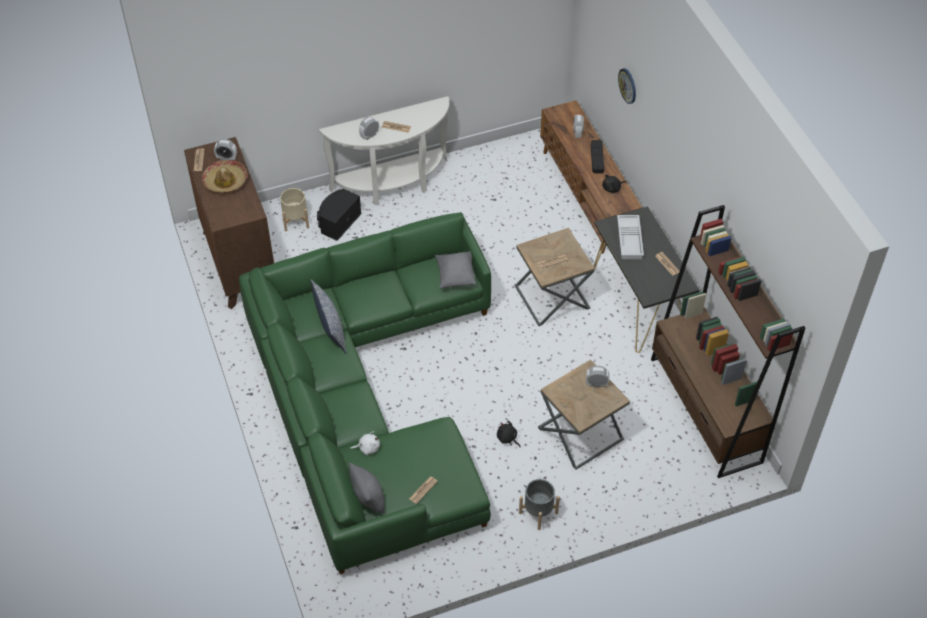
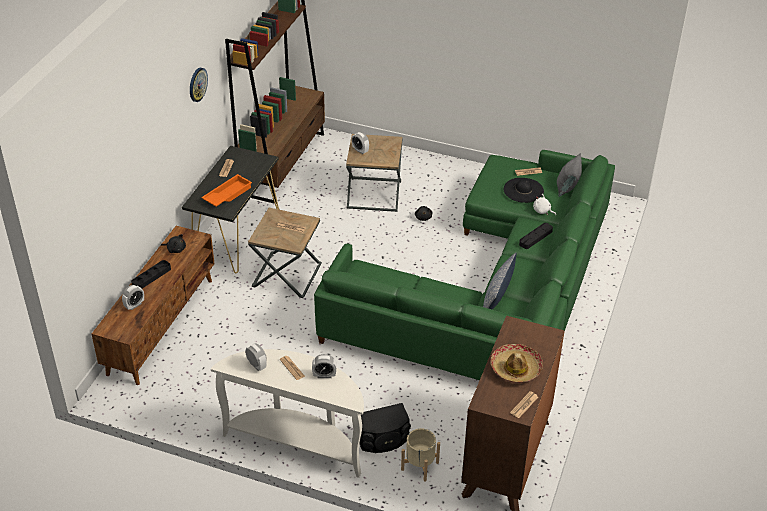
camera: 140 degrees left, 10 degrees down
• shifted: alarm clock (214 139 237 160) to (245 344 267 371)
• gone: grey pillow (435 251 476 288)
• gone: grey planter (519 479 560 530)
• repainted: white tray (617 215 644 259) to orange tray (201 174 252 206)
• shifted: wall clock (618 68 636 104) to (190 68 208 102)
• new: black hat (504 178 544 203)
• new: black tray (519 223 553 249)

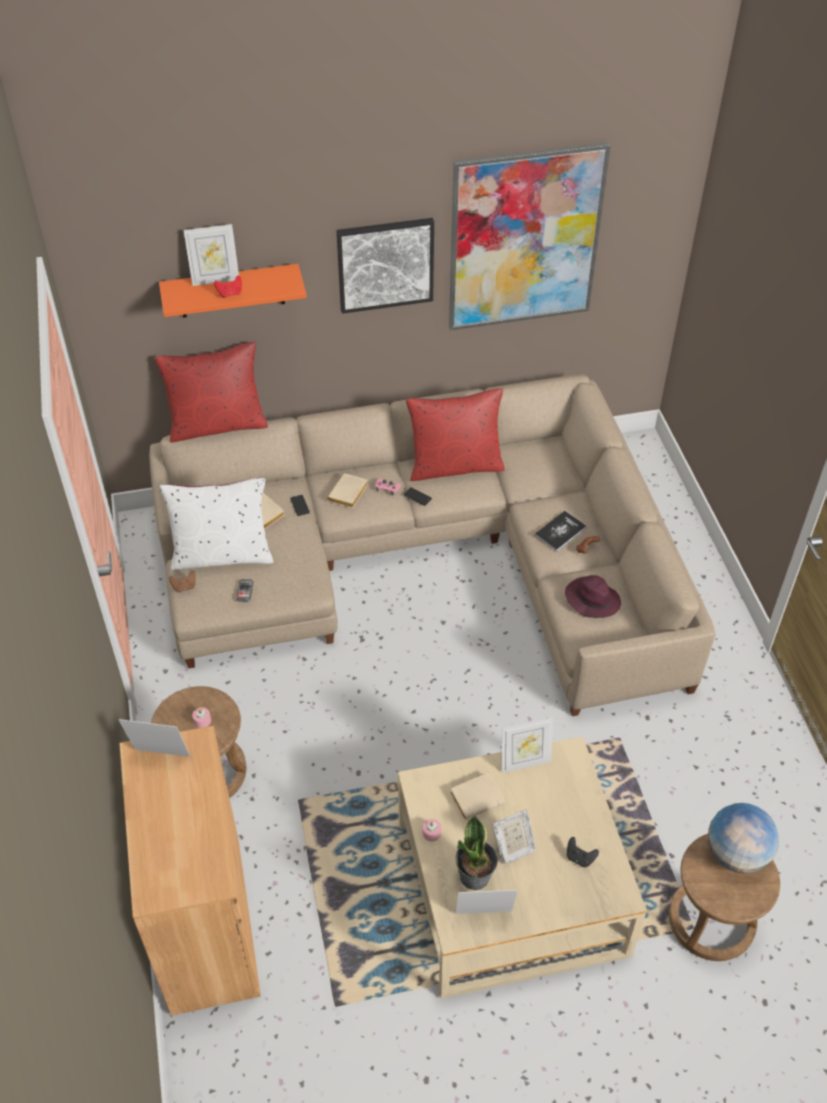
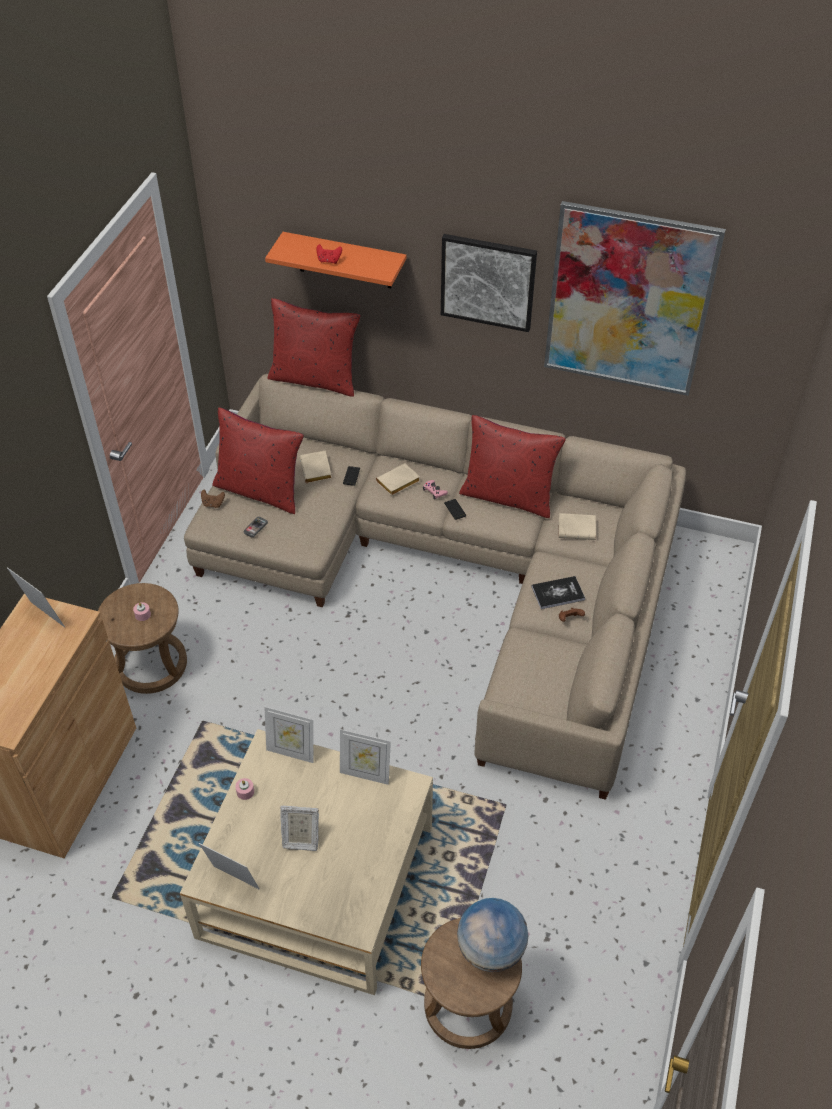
camera: 30 degrees right, 0 degrees up
• repainted: white pillow (159 478 273 570) to red pillow (212 407 304 514)
• shifted: picture frame (183 224 239 286) to (264 707 313 763)
• shifted: beige book (450 772 506 820) to (558 513 596 540)
• gone: potted plant (456 815 498 890)
• gone: purple hat (565 575 621 618)
• gone: black game controller (567 837 599 867)

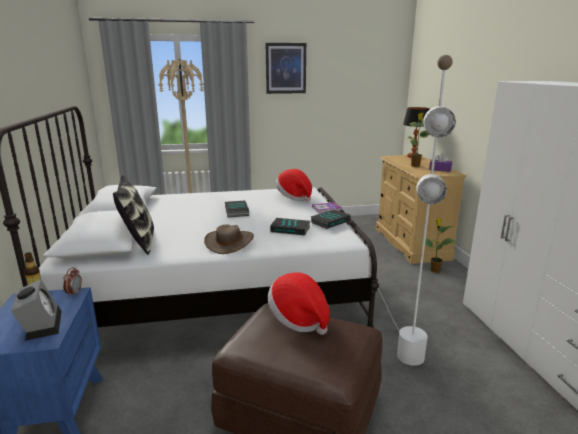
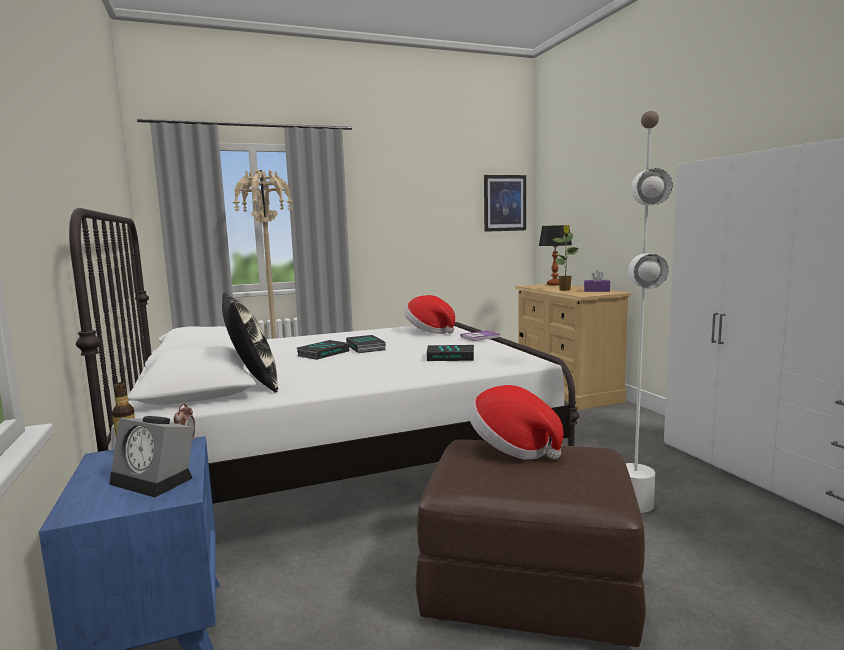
camera: 10 degrees left, 10 degrees down
• rotated: alarm clock (11 279 62 341) = (109 416 194 497) 150 degrees clockwise
• gone: brown hat (204 225 254 254)
• shifted: picture (266 43 306 94) to (484 175 526 232)
• shifted: book (311 209 351 229) to (297 340 349 360)
• gone: potted plant (420 218 457 273)

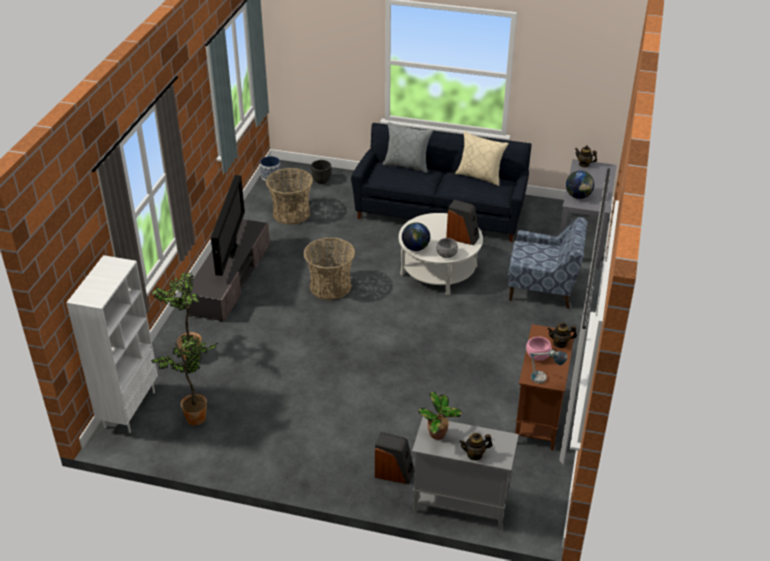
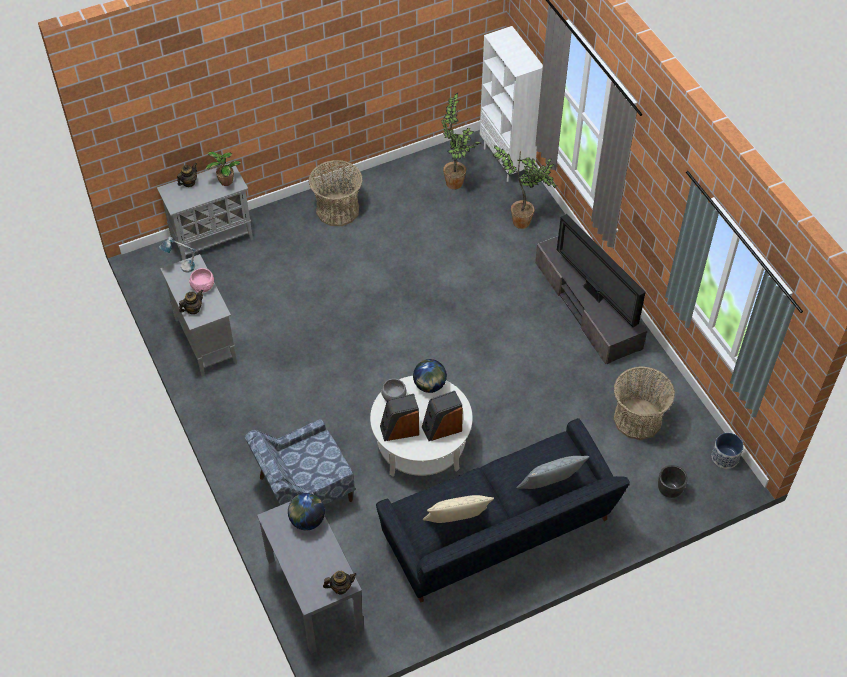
camera: 140 degrees right, 15 degrees up
• shifted: basket (303 238 355 300) to (309 160 363 226)
• shifted: speaker (375 432 415 484) to (422 391 463 441)
• repainted: brown cabinet (515 324 574 451) to grey cabinet (160 254 237 377)

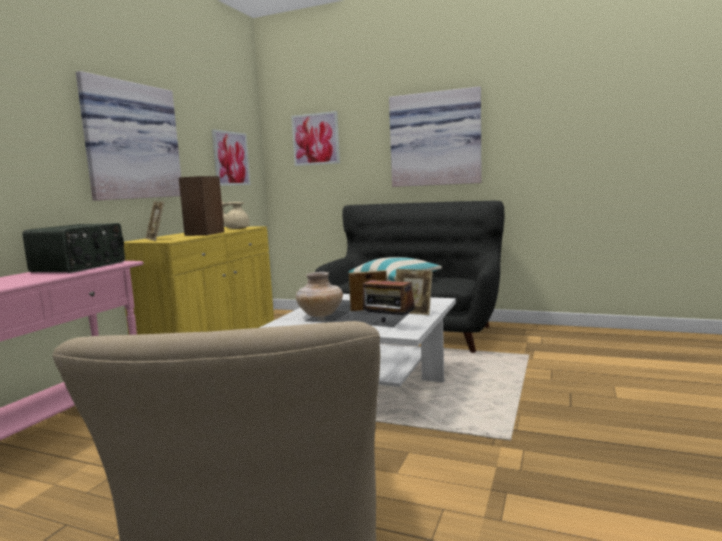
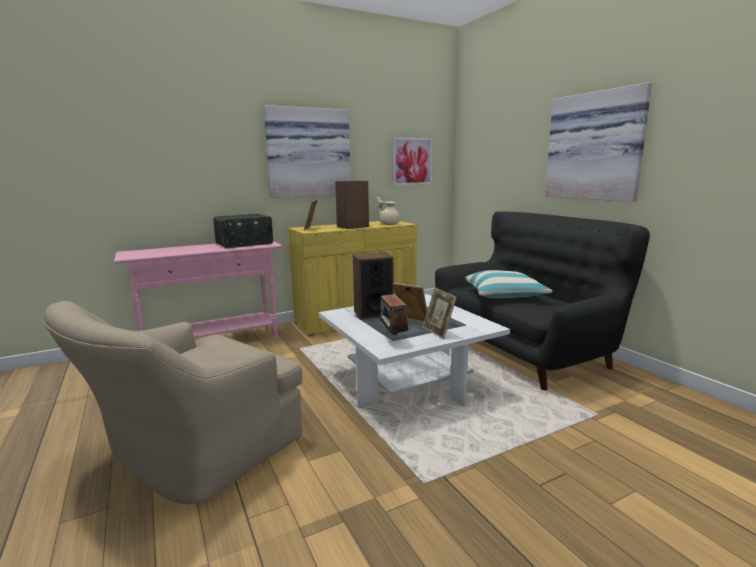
camera: 40 degrees right, 5 degrees up
• gone: picture (291 111 340 166)
• swapped: beige vase (296 272 343 317) to speaker (353 253 394 320)

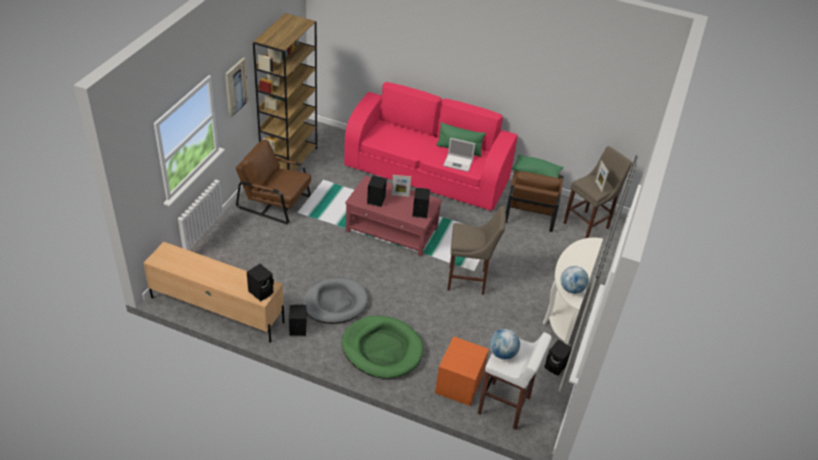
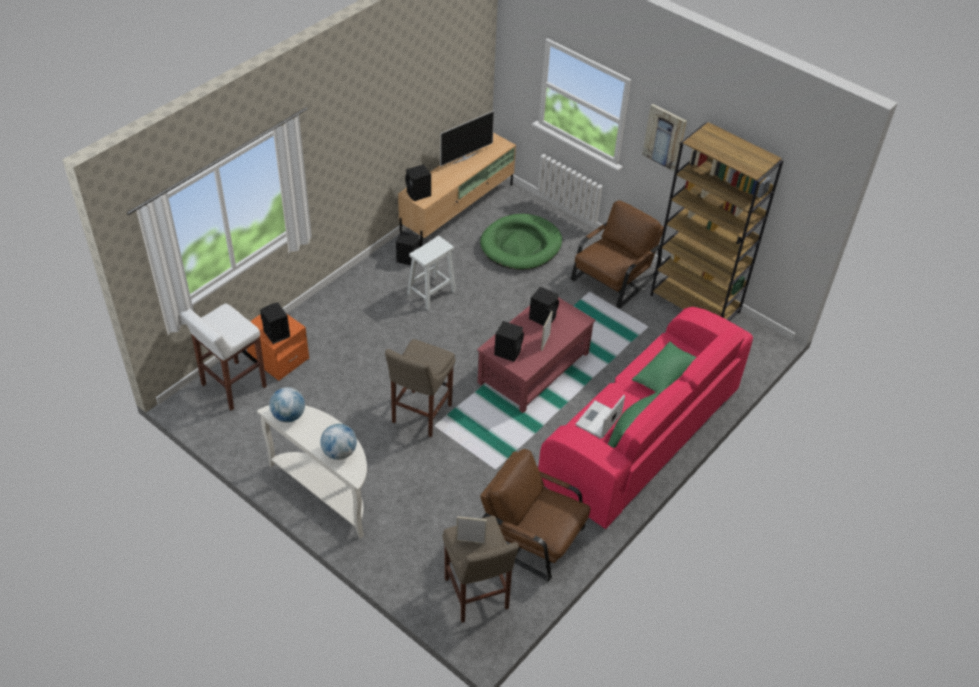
camera: 110 degrees right, 5 degrees up
• swapped: grey dog bed (302 278 368 324) to white stool (407 236 456 310)
• shifted: green dog bed (342 316 424 379) to (480 214 562 270)
• shifted: globe (490 329 520 360) to (320 424 357 460)
• shifted: green pillow (511 154 563 178) to (632 342 696 393)
• shifted: black speaker (544 339 572 376) to (260 302 290 344)
• new: television (440 111 494 167)

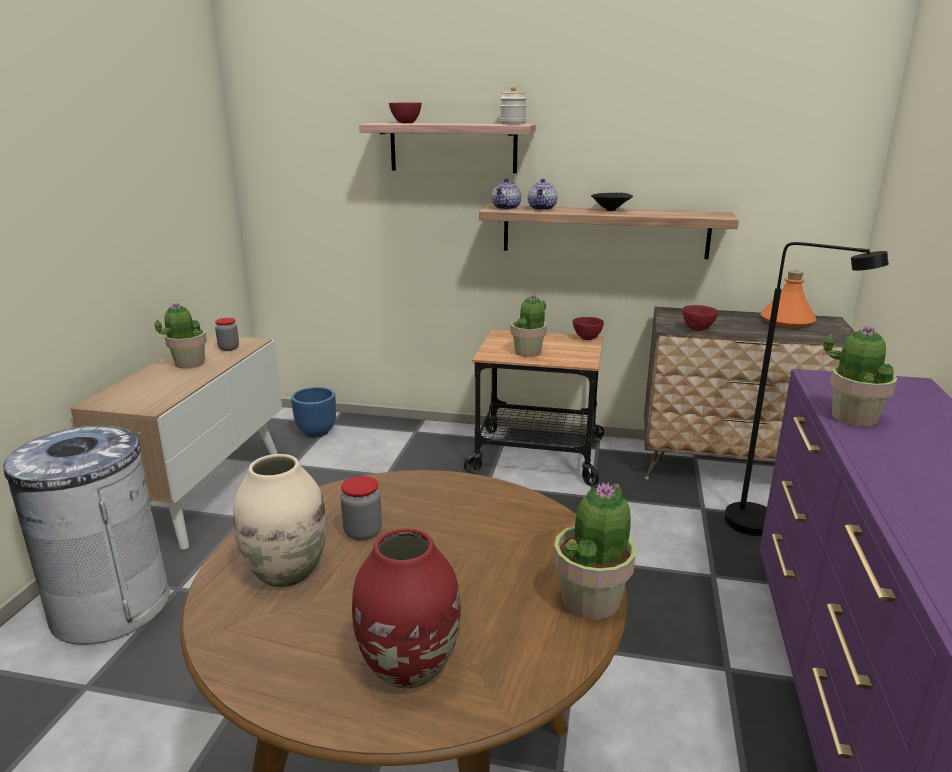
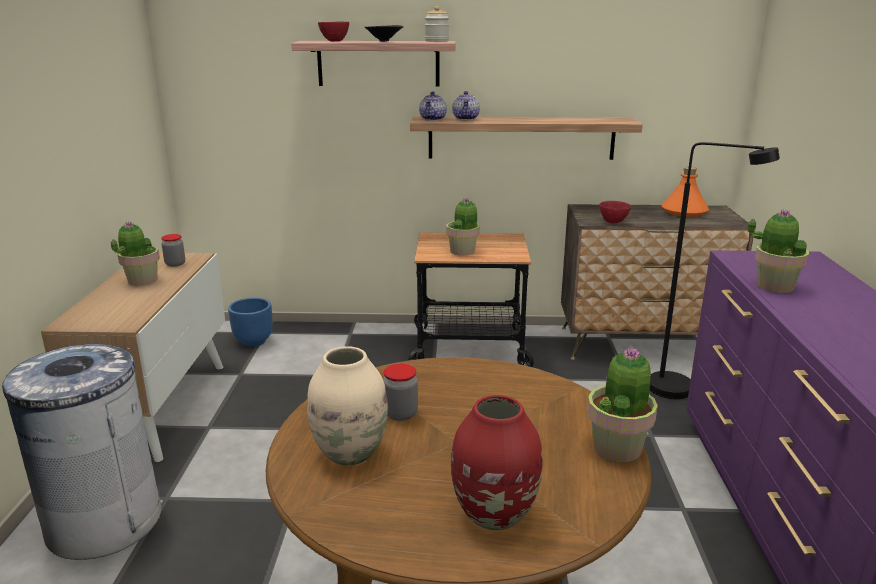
camera: 10 degrees left, 0 degrees up
• gone: red bowl (573 317 604 340)
• shifted: black bowl (591 193 633 211) to (365 25 403 42)

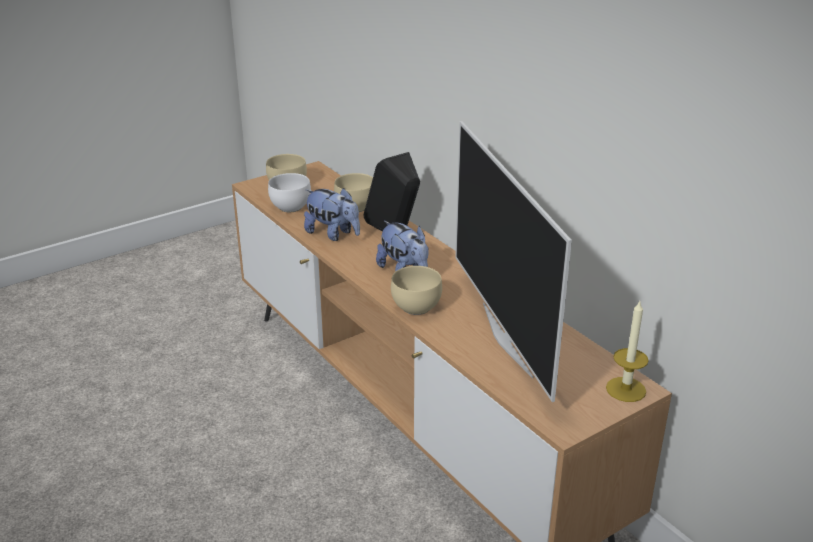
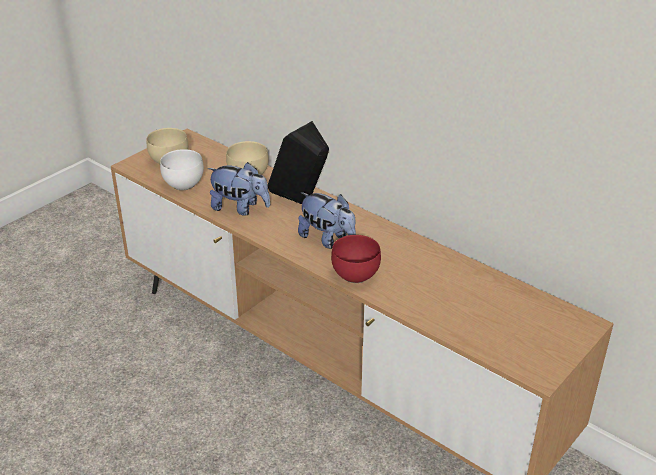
camera: 15 degrees left, 5 degrees up
• repainted: beige bowl (391 266 442 315) to red bowl (331 235 381 283)
• gone: television (455 121 572 402)
• gone: candle (606 301 649 402)

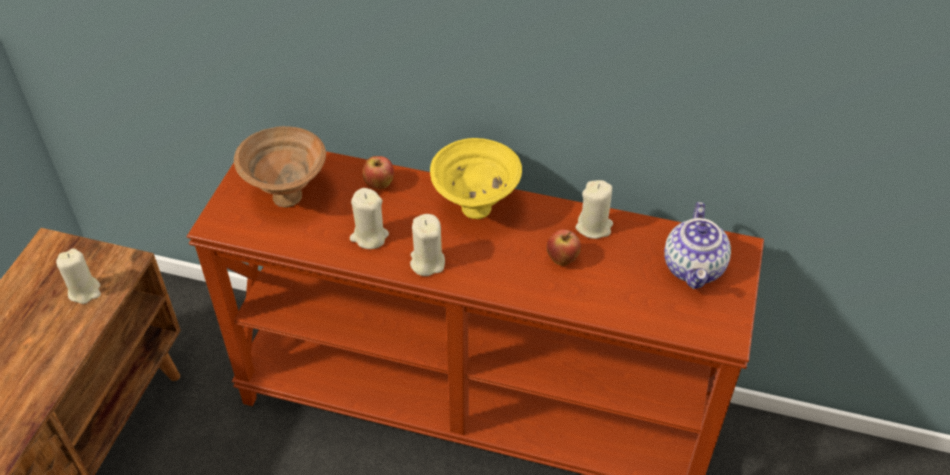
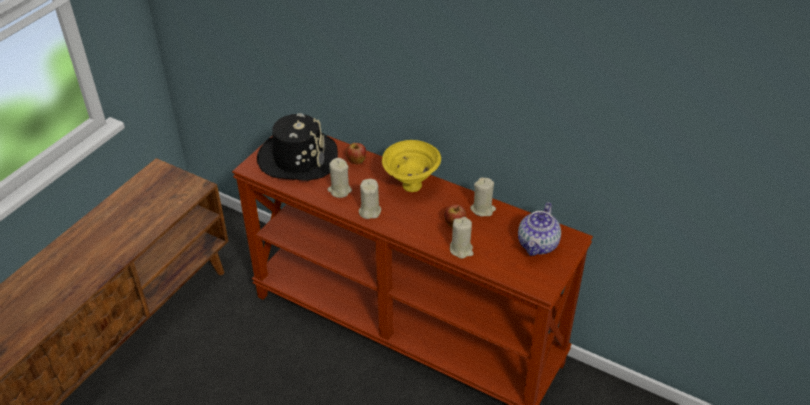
camera: 15 degrees right, 5 degrees down
• shifted: beige candle (56 248 101 304) to (450 217 473 259)
• swapped: brown bowl (234 126 326 208) to black hat (257 113 338 181)

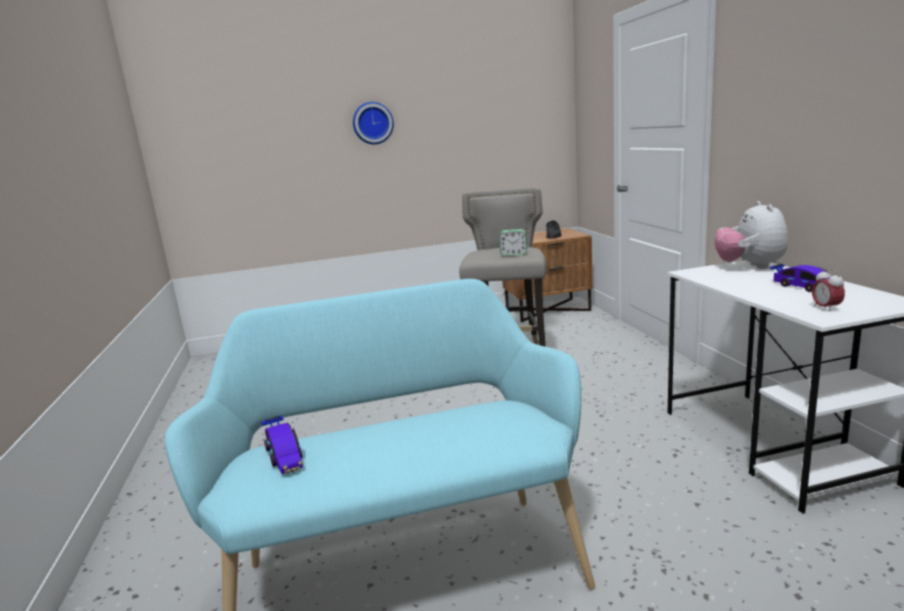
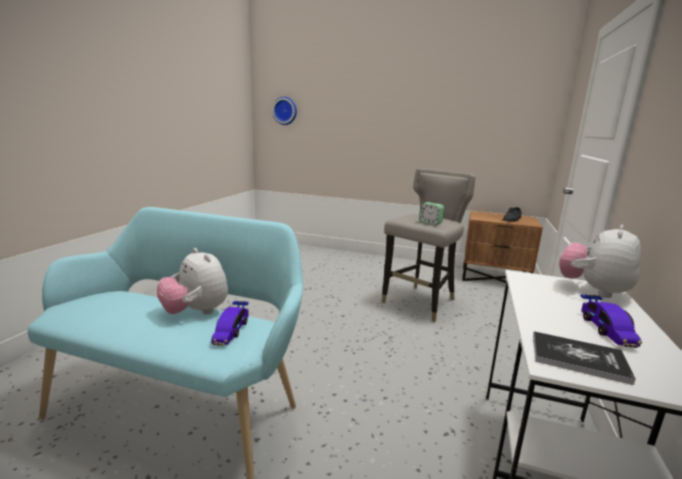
camera: 30 degrees right, 0 degrees up
• shifted: toy car (261 416 303 474) to (211 301 249 346)
• shifted: wall clock (353 102 394 144) to (272 97 297 125)
• swapped: alarm clock (812 268 845 312) to book (533 332 636 385)
• new: plush toy (157 248 228 314)

